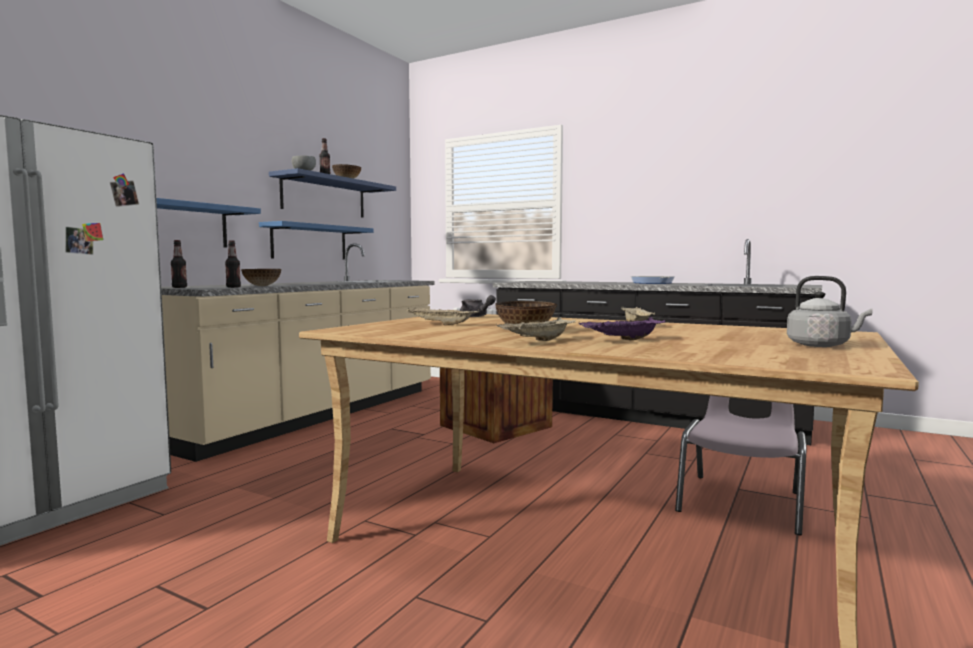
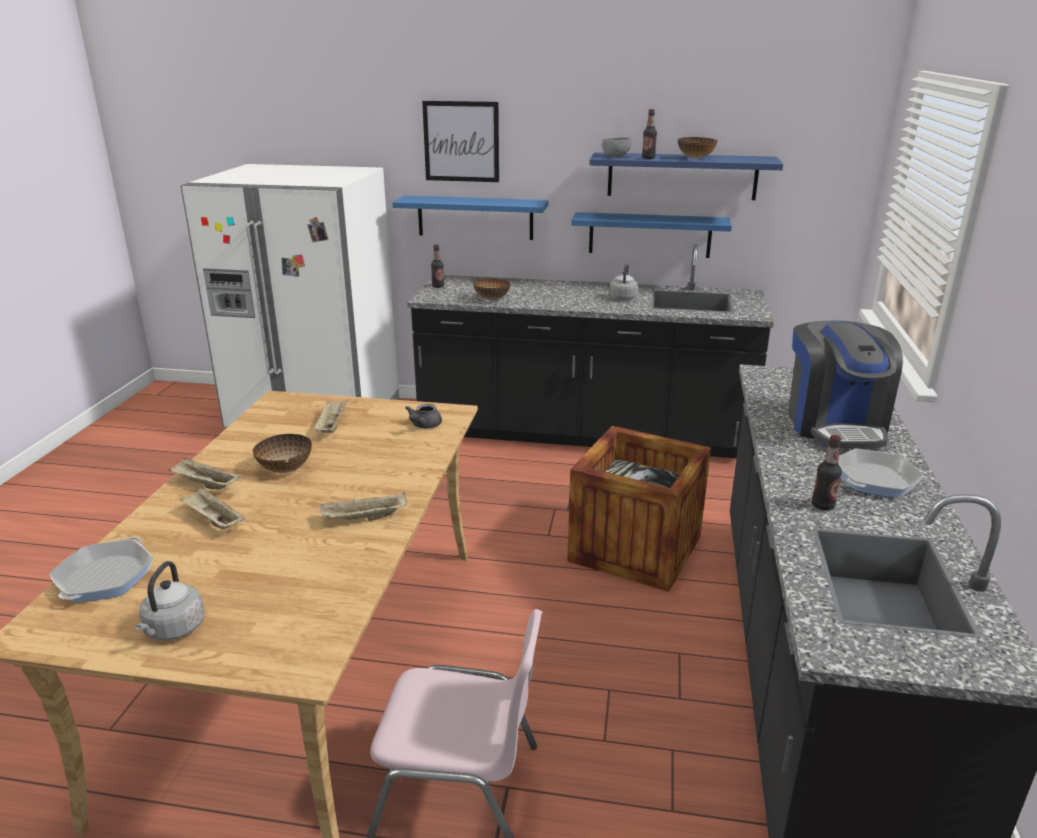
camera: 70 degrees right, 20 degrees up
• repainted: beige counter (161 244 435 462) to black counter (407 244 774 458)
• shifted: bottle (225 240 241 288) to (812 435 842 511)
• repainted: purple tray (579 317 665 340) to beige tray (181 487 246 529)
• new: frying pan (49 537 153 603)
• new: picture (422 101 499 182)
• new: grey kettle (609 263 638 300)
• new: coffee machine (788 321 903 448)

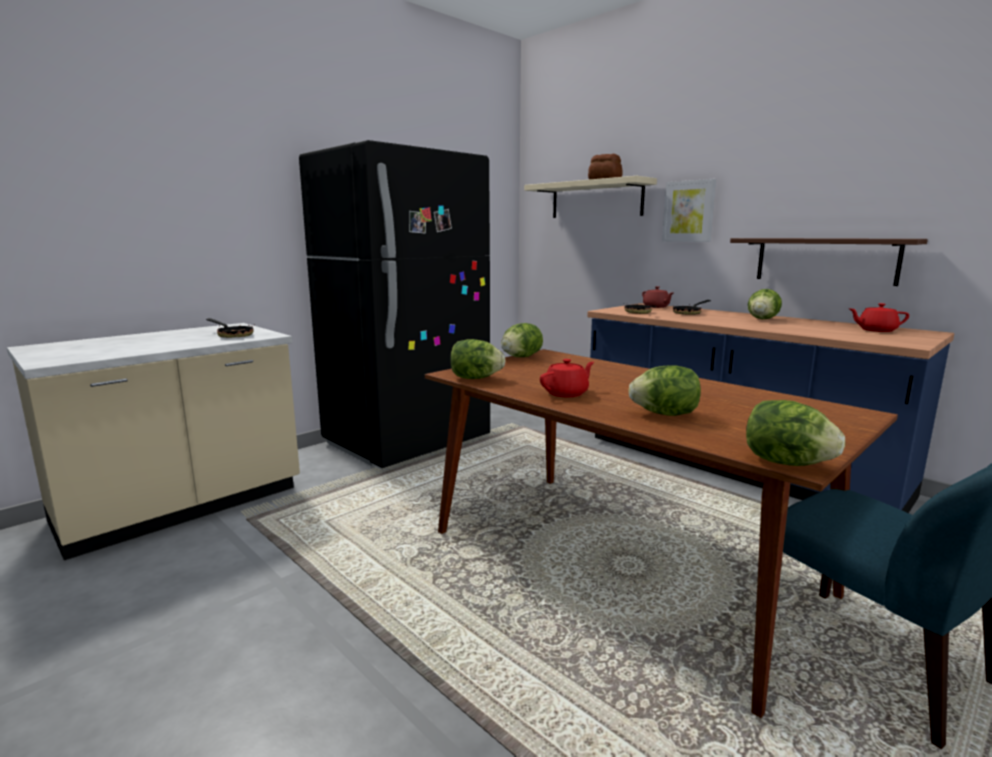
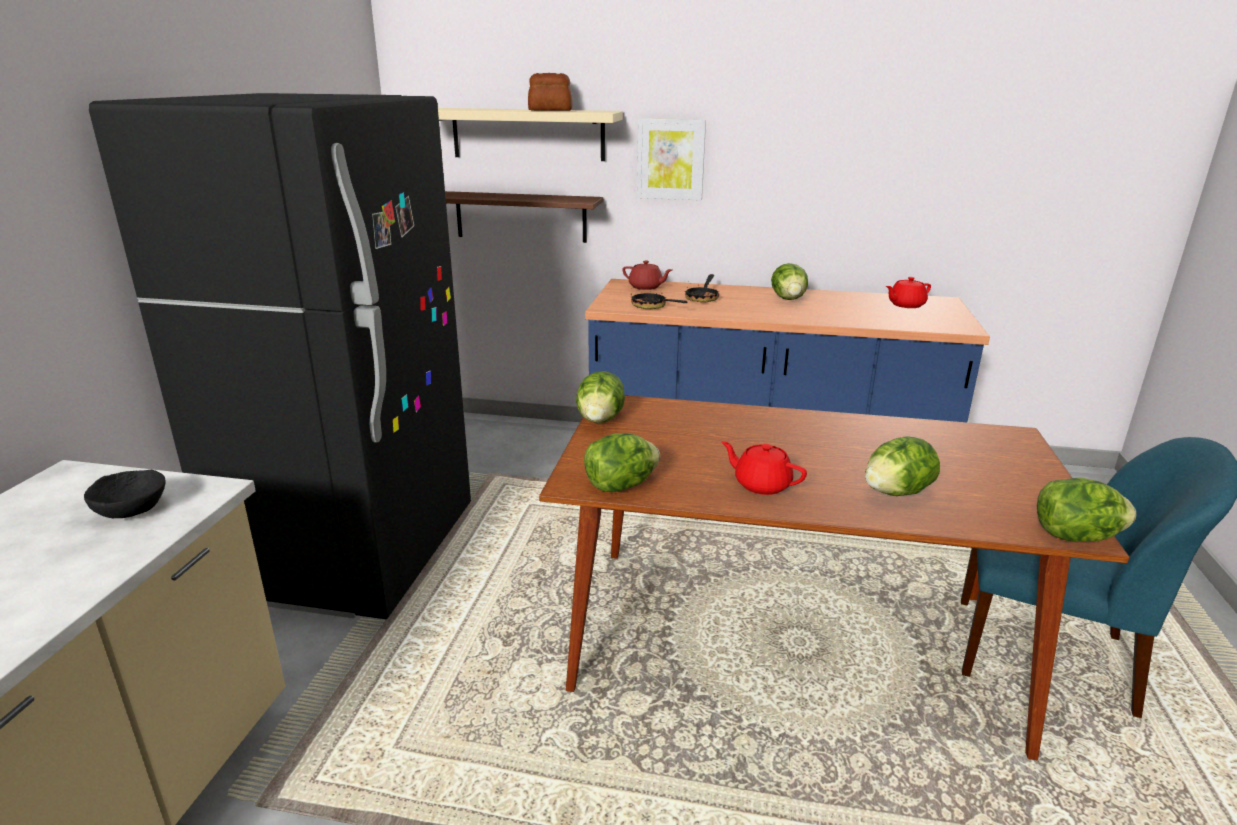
camera: 35 degrees left, 10 degrees up
• swapped: frying pan (206 319 254 338) to black bowl (84 470 166 518)
• rotated: red teapot (540 359 594 397) = (721 441 807 495) 75 degrees counterclockwise
• shifted: brown shelf (730 238 928 286) to (445 191 603 243)

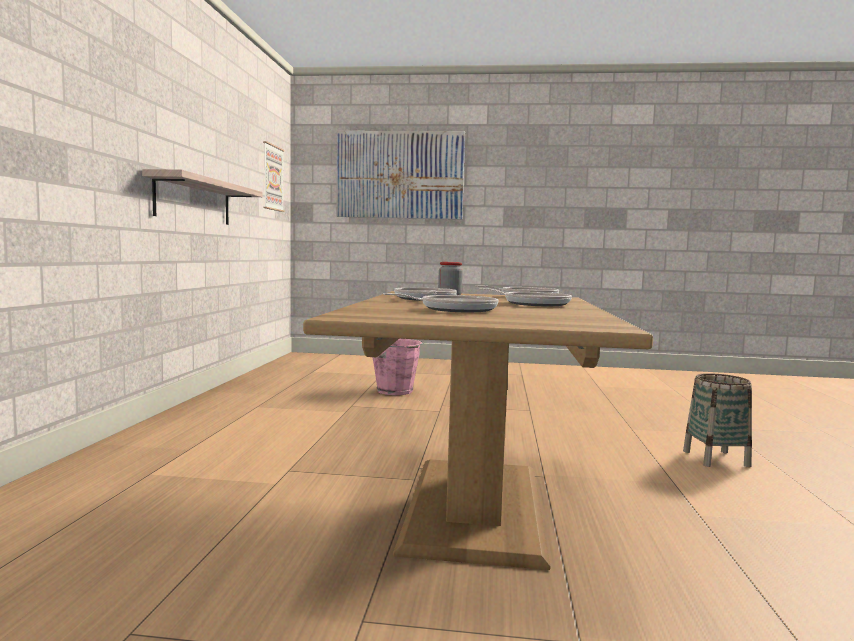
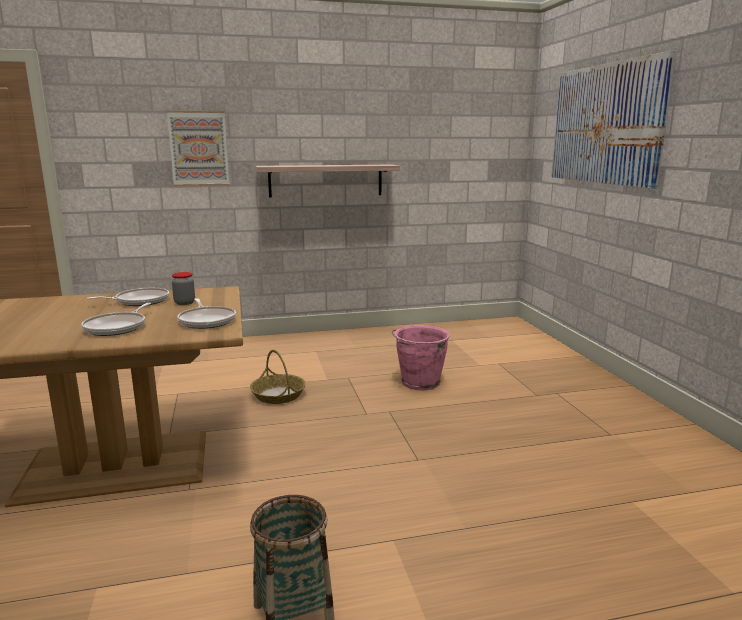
camera: 70 degrees right, 10 degrees up
• shifted: picture (263 141 285 212) to (167 111 229 186)
• gone: frying pan (383 293 498 312)
• new: basket (250 350 306 404)

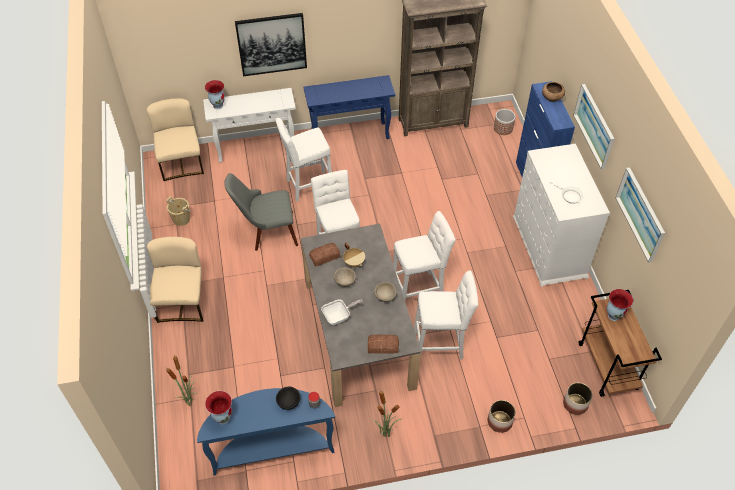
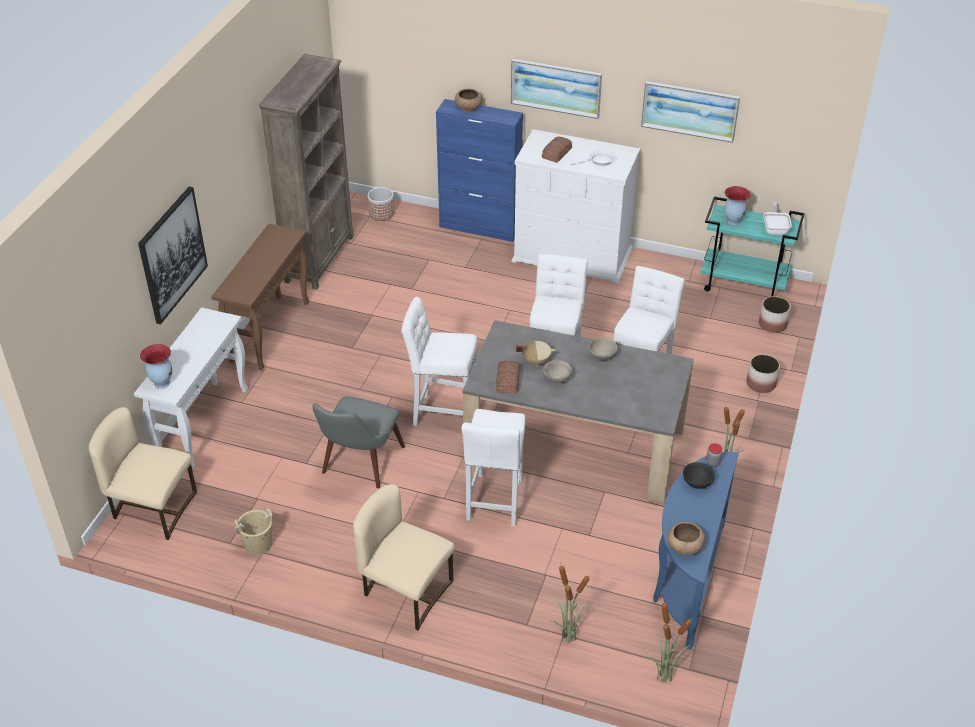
camera: 60 degrees left, 10 degrees down
• swapped: vase (205 391 232 424) to brown bowl (667 522 705 555)
• shifted: white stool (275 118 332 202) to (462 409 525 526)
• repainted: blue console table (304 75 395 139) to brown console table (211 223 309 370)
• shifted: frying pan (321 299 363 325) to (763 202 792 235)
• shifted: bread (368 335 399 354) to (542 137 572 163)
• repainted: brown cart (579 290 662 397) to turquoise cart (700 196 805 296)
• new: potted plant (645 599 692 682)

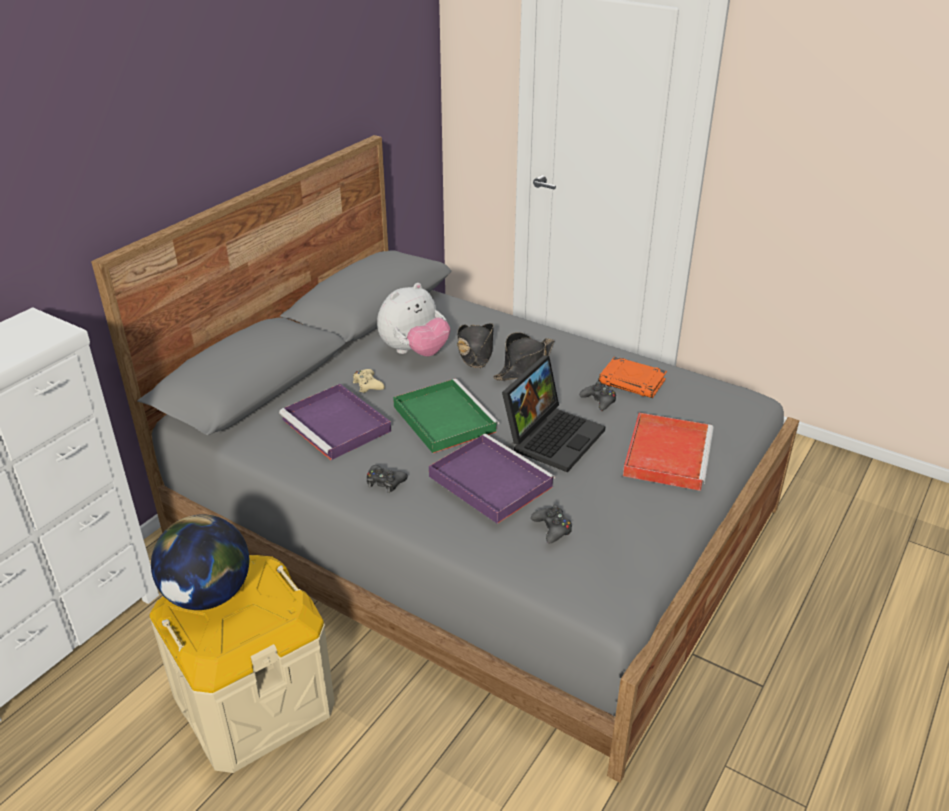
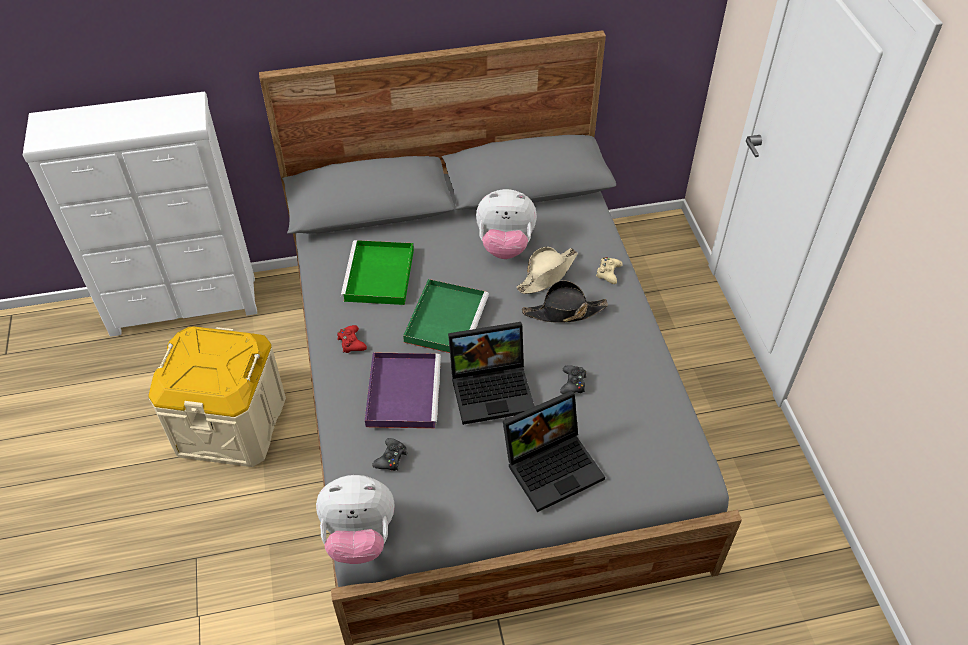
camera: 45 degrees right, 15 degrees up
• gone: globe (151 514 249 610)
• repainted: purple tray (279 384 391 460) to green tray (341 240 414 305)
• shifted: beige game controller (353 369 385 393) to (596 257 623 284)
• repainted: black game controller (367 465 408 493) to red game controller (337 325 367 353)
• repainted: black hat (457 323 494 368) to beige hat (517 247 578 294)
• gone: orange book (598 356 667 398)
• swapped: red tray (623 413 714 491) to laptop (503 391 605 512)
• new: plush toy (316 475 395 564)

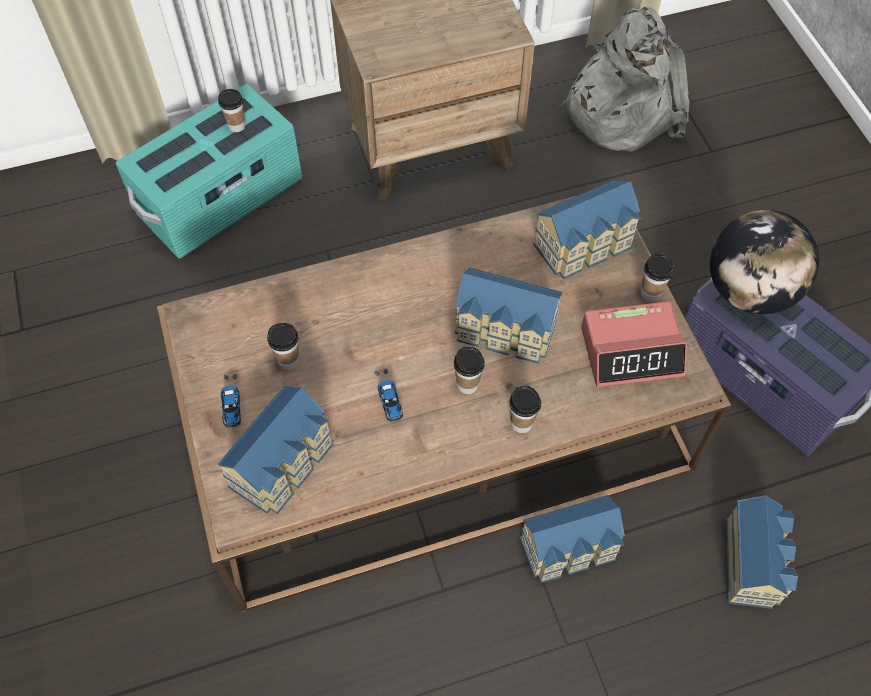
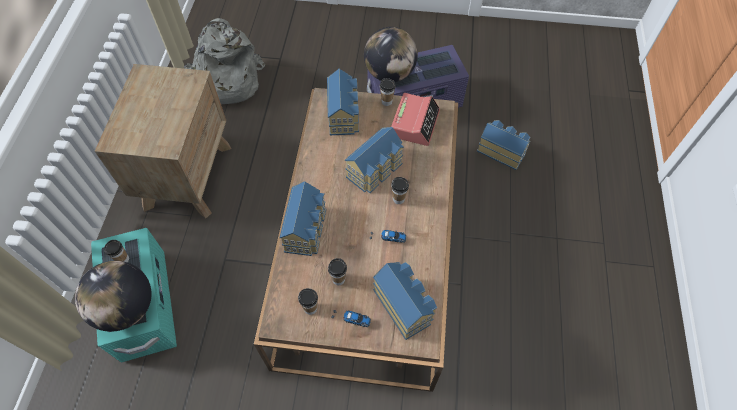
camera: 65 degrees left, 0 degrees up
• shifted: cup (509 386 541 433) to (298 288 318 315)
• shifted: toy house (520 495 625 583) to (279 181 326 256)
• new: globe (75 261 152 332)

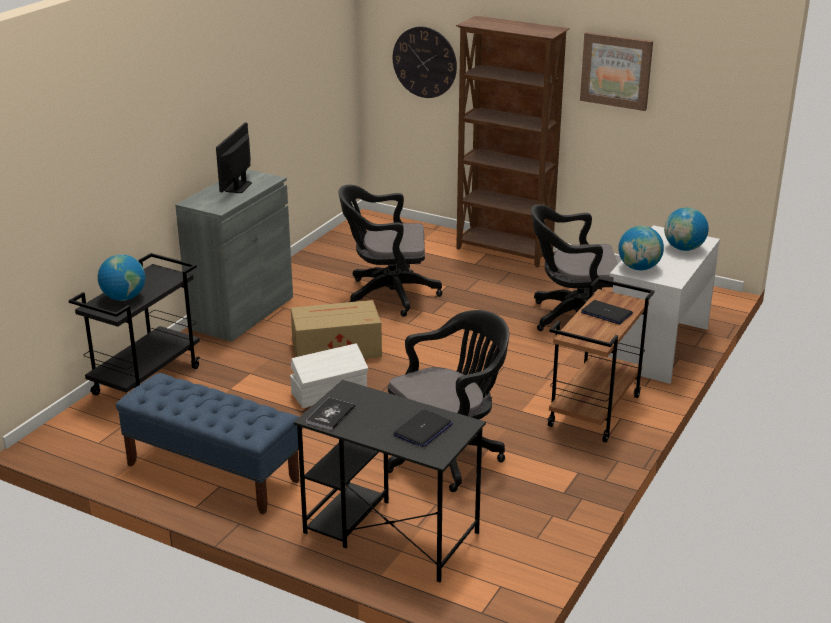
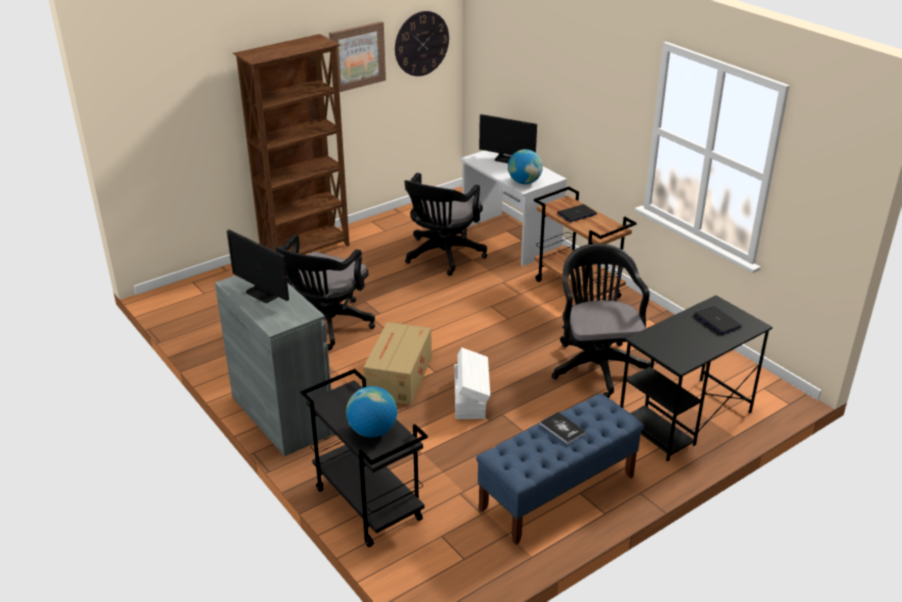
camera: 65 degrees left, 5 degrees up
• shifted: book (306 398 355 430) to (540 412 586 445)
• shifted: wall clock (393 26 457 98) to (395 11 449 76)
• swapped: globe (664 208 709 251) to monitor (479 114 537 163)

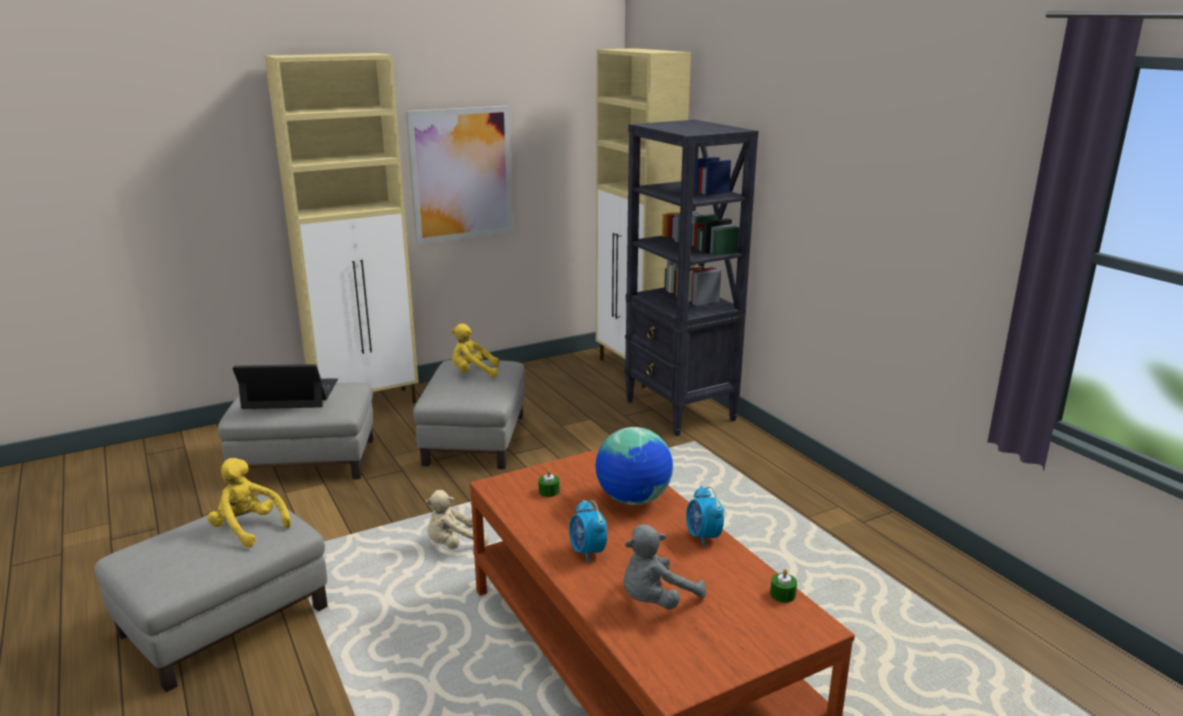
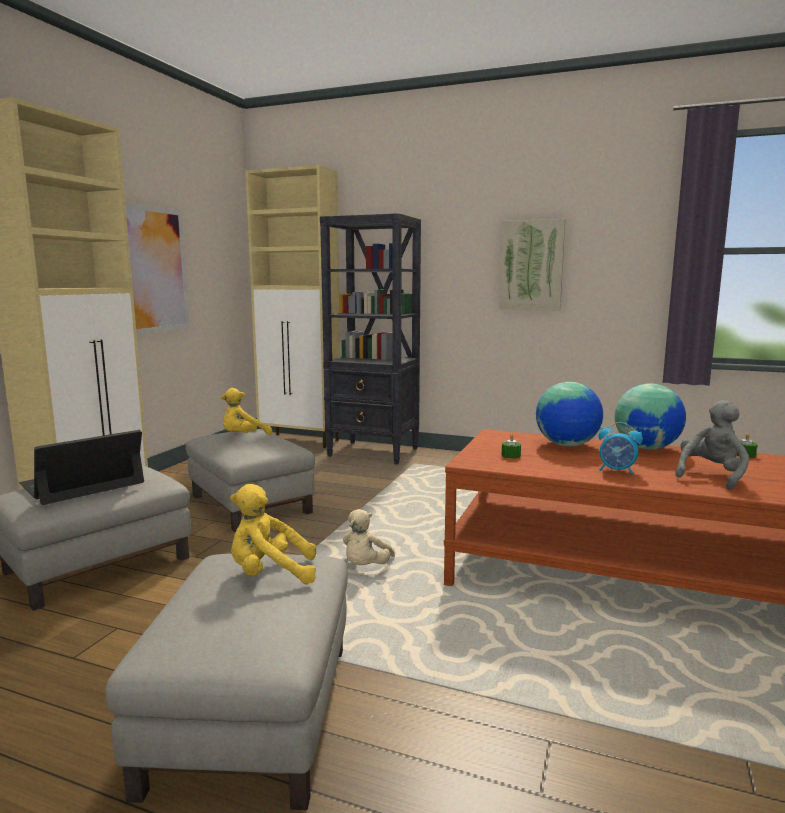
camera: 40 degrees left, 10 degrees down
• rotated: grey plush toy (624 524 706 610) = (675 400 749 490) 150 degrees counterclockwise
• swapped: alarm clock (686 486 724 547) to globe (615 383 686 449)
• new: picture (500 219 565 310)

